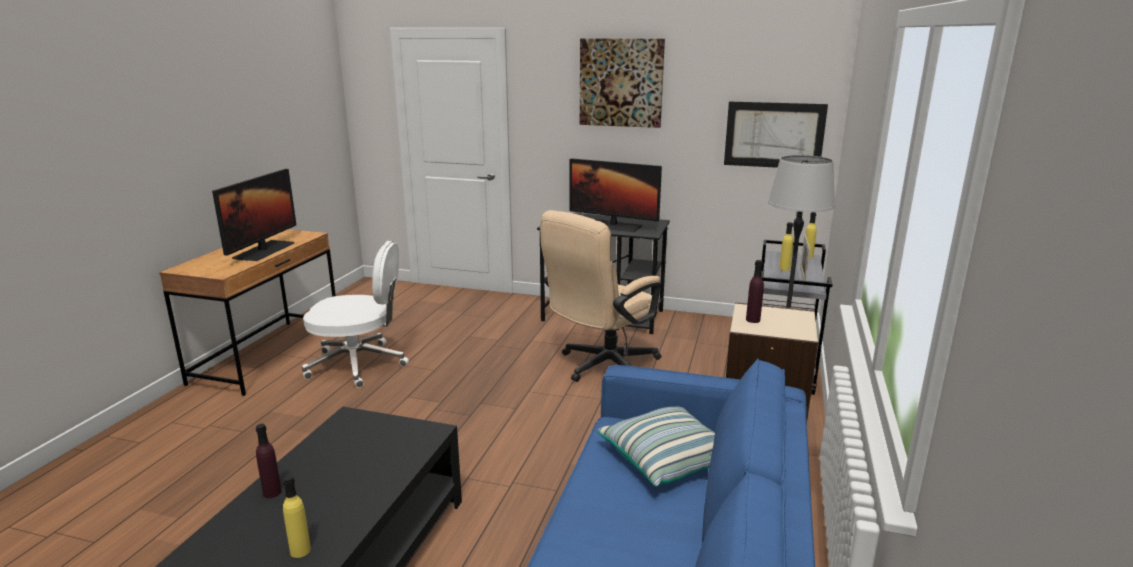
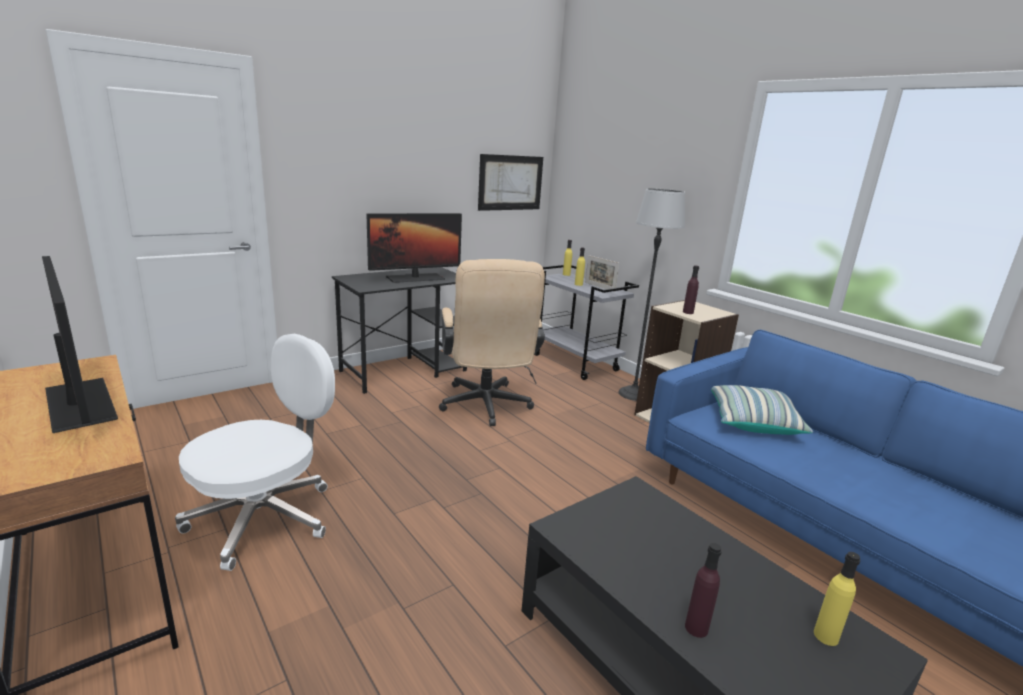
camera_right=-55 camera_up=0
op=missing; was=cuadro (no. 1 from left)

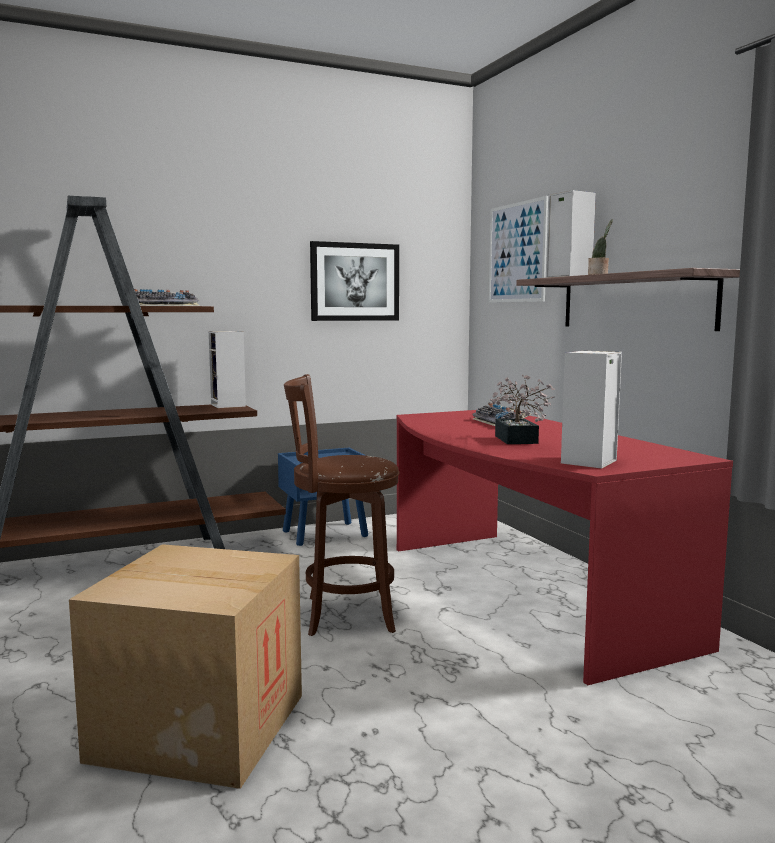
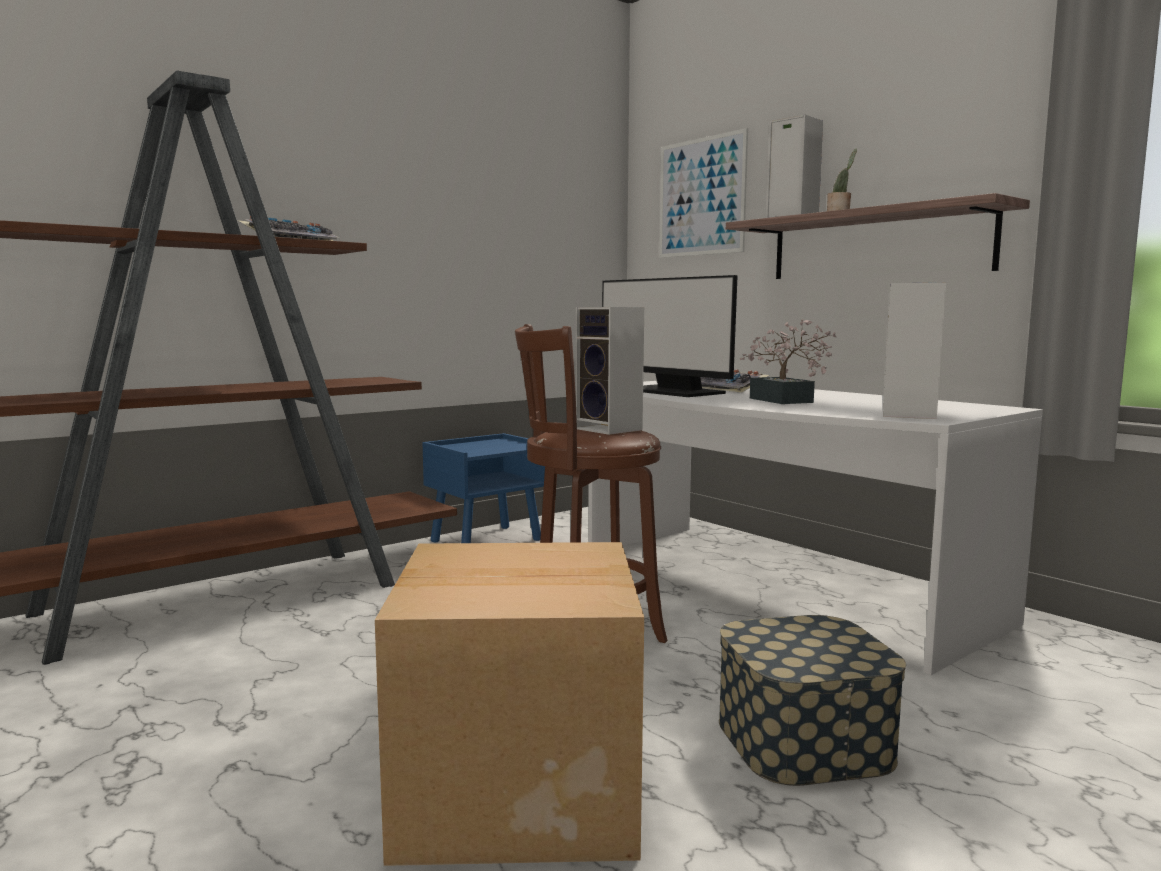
camera_right=-15 camera_up=0
op=relocated; was=altavoz (no. 1 from left)
op=missing; was=cuadro (no. 1 from left)
op=colour; was=escritorio [rojo]; now=escritorio [blanco]
op=appeared; now=monitor
op=appeared; now=caja de almacenaje

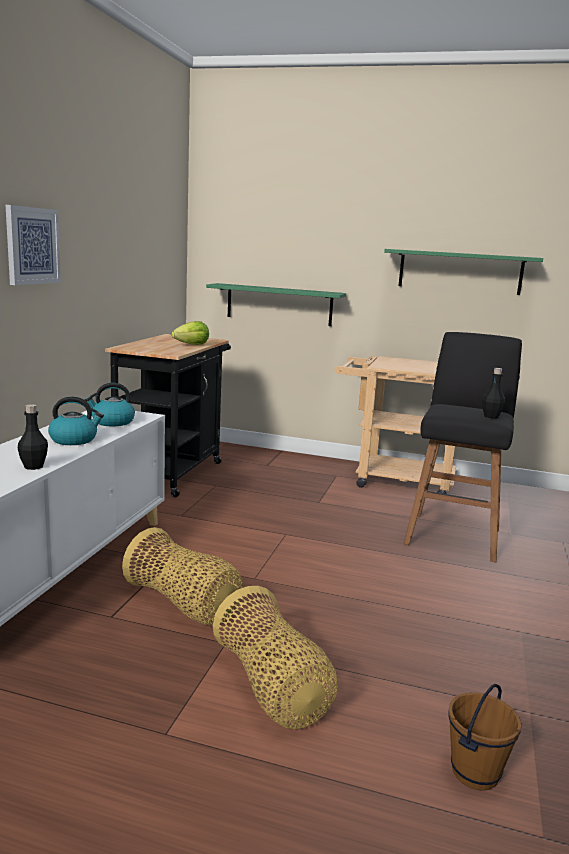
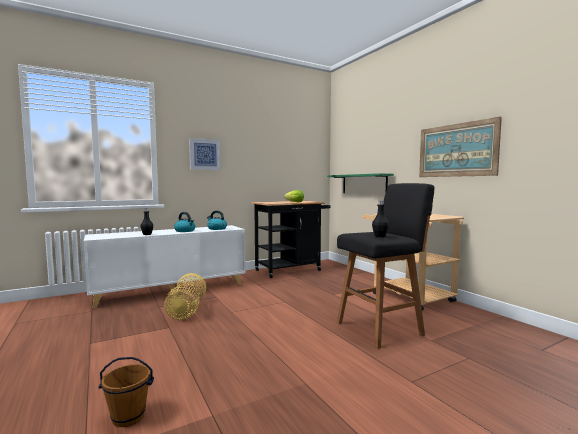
camera_right=45 camera_up=-10
op=missing; was=cesta (no. 2 from left)
op=exchanged; was=estante [verde] (no. 2 from left); now=cuadro (no. 2 from left)

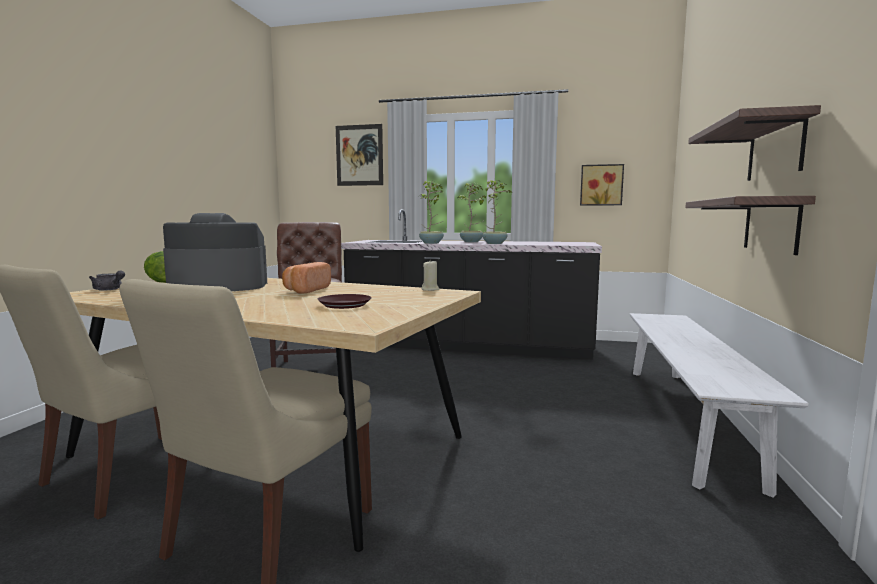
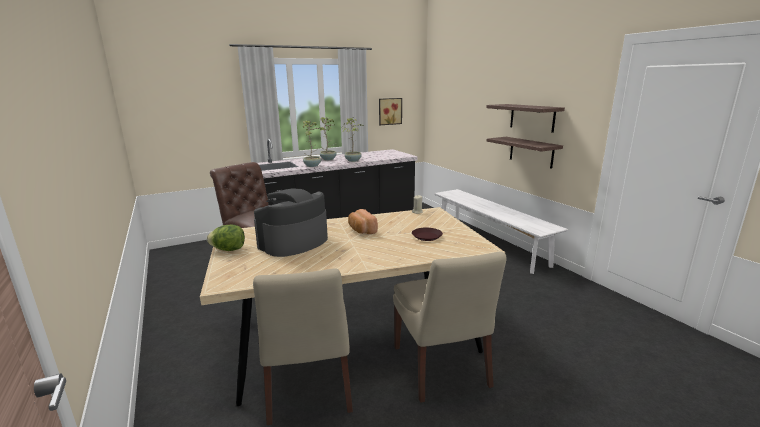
camera_right=-40 camera_up=10
op=missing; was=tetera [gris]
op=missing; was=cuadro (no. 1 from left)

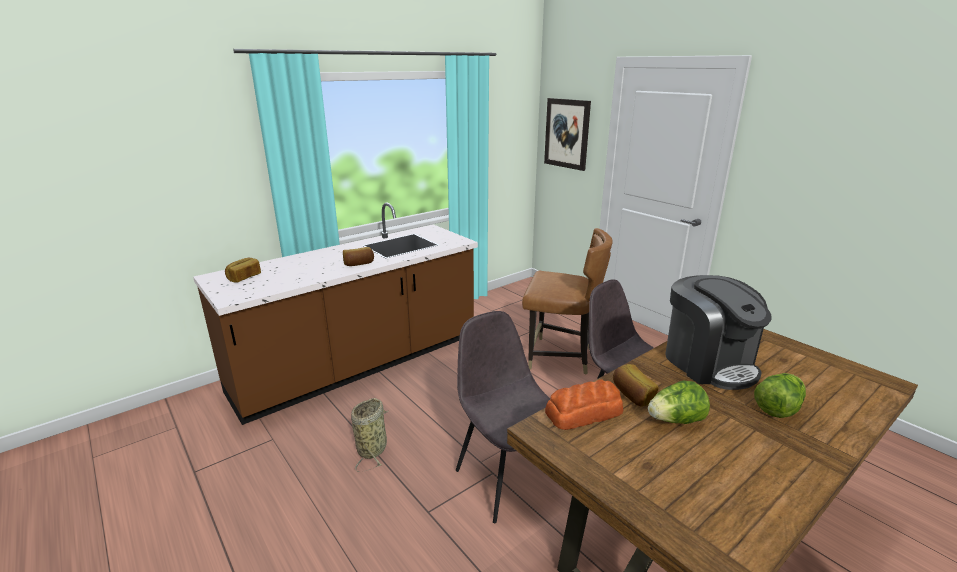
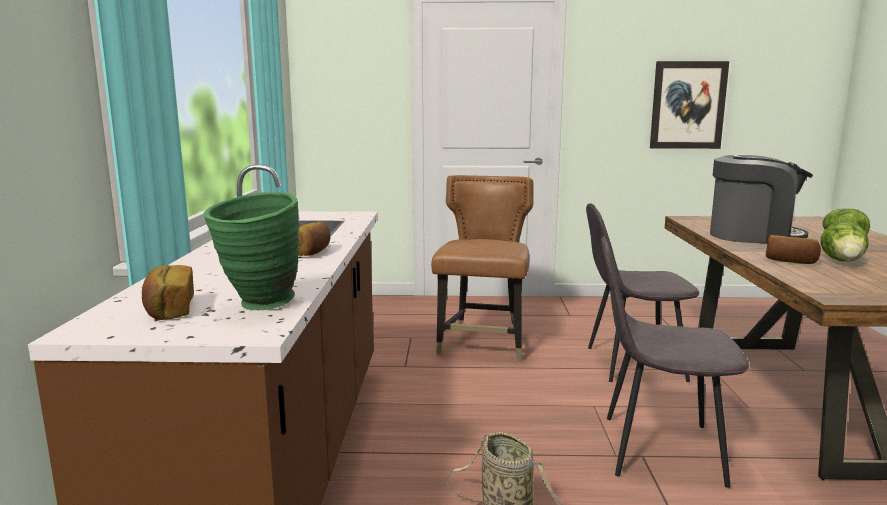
camera_right=-50 camera_up=-10
op=spun; was=silla [marrón]; clockwise=-45
op=relocated; was=cuadro
op=missing; was=pan (no. 3 from left)
op=appeared; now=florero [verde]

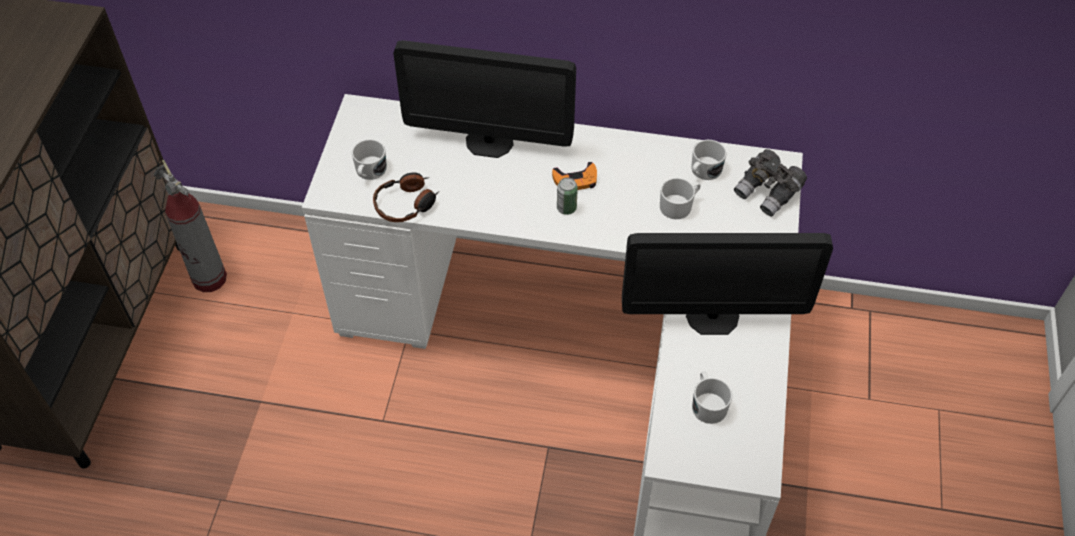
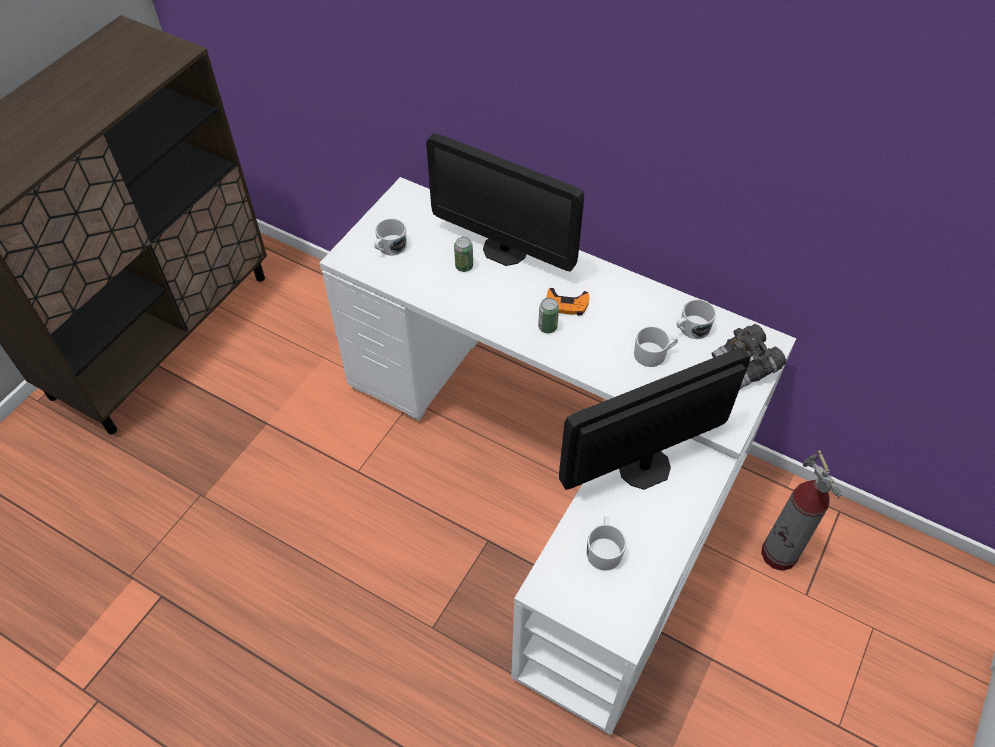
camera_right=20 camera_up=0
op=relocated; was=extintor
op=missing; was=auriculares
op=spun; was=monitor (no. 2 from left); clockwise=135
op=appeared; now=lata (no. 1 from left)

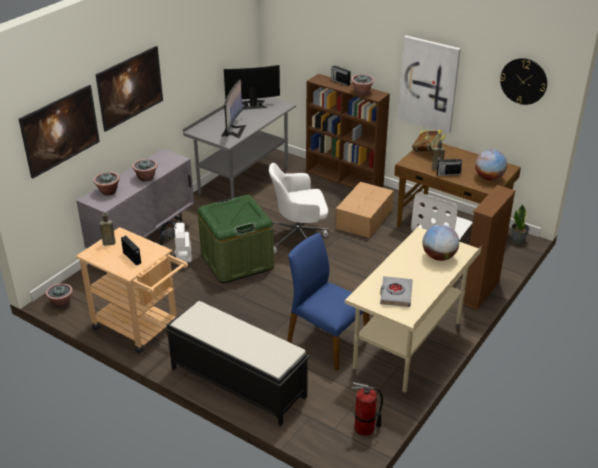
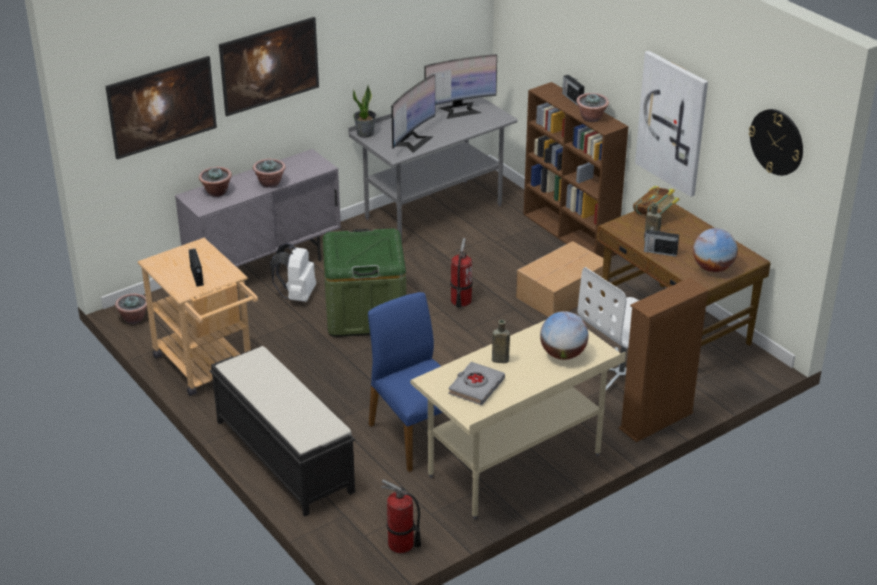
camera_right=20 camera_up=0
op=relocated; was=botella [marrón] (no. 1 from left)
op=spun; was=monitor (no. 2 from left); clockwise=150
op=exchanged; was=silla de oficina [blanco] (no. 1 from left); now=extintor (no. 2 from left)
op=relocated; was=planta en maceta (no. 5 from left in the first image); now=planta en maceta (no. 4 from left)

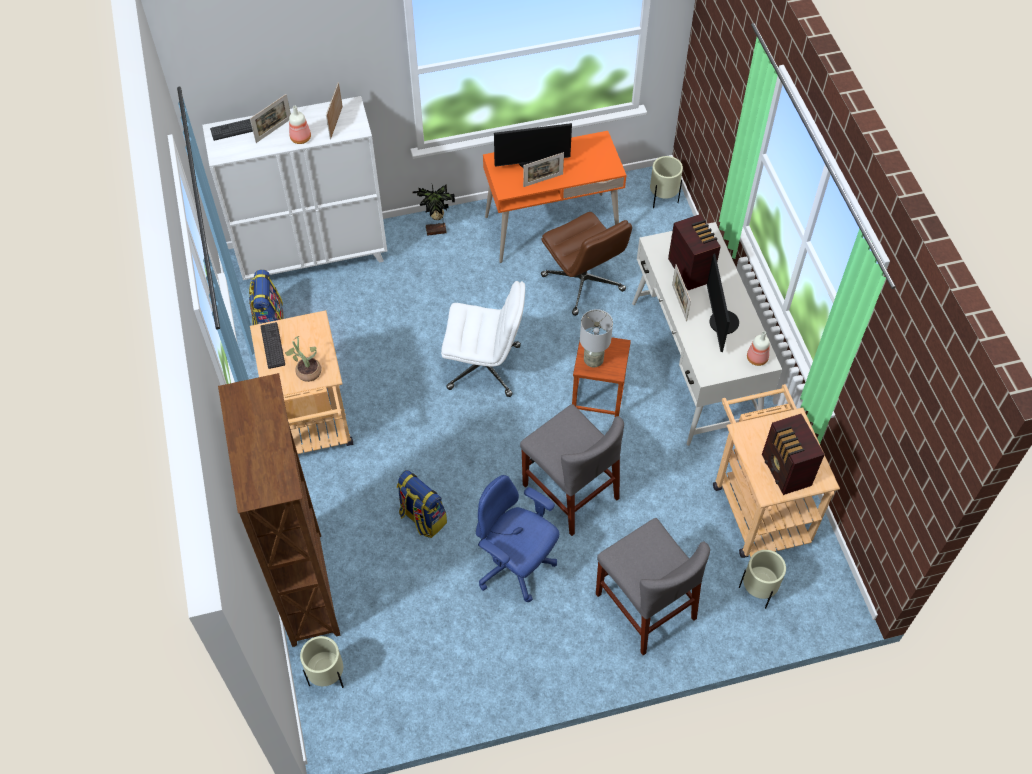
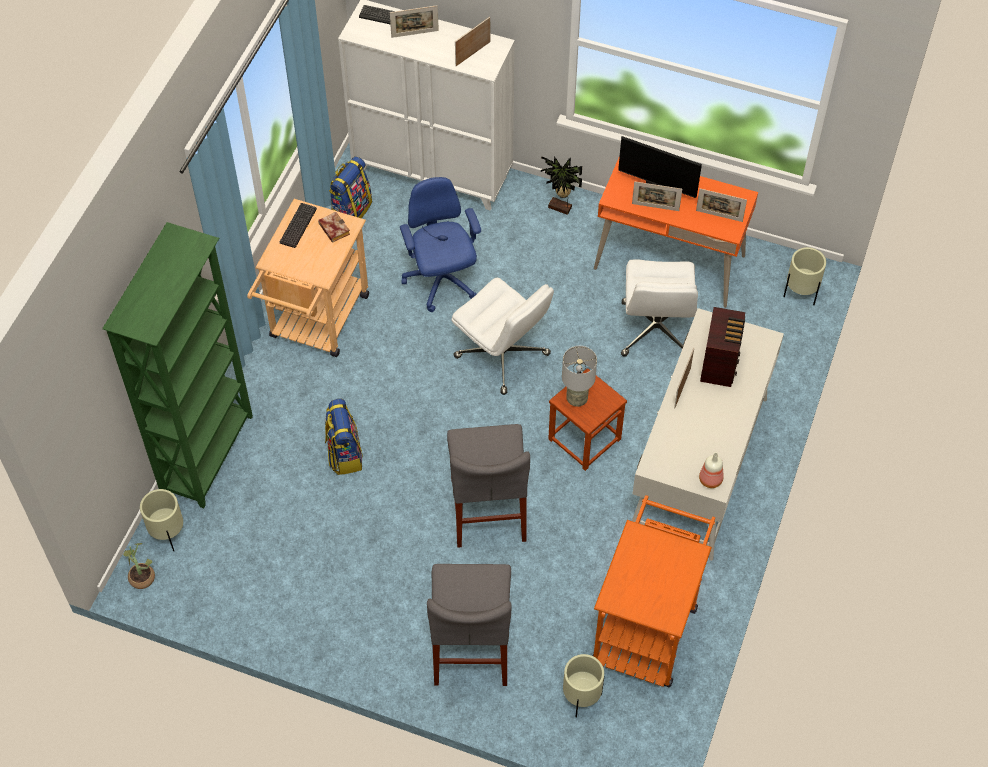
camera_right=35 camera_up=0
op=colour; was=estantería [marrón]; now=estantería [verde]
op=relocated; was=planta en maceta (no. 1 from left)
op=missing; was=botella (no. 1 from left)
op=relocated; was=silla de oficina [azul]
op=colour; was=silla de oficina [marrón]; now=silla de oficina [blanco] (no. 2 from left)
op=missing; was=monitor (no. 2 from left)
op=colour; was=carrito [beis] (no. 2 from left); now=carrito [naranja]
op=missing; was=radio (no. 2 from left)
op=appeared; now=libro
op=appeared; now=portarretratos (no. 5 from left)

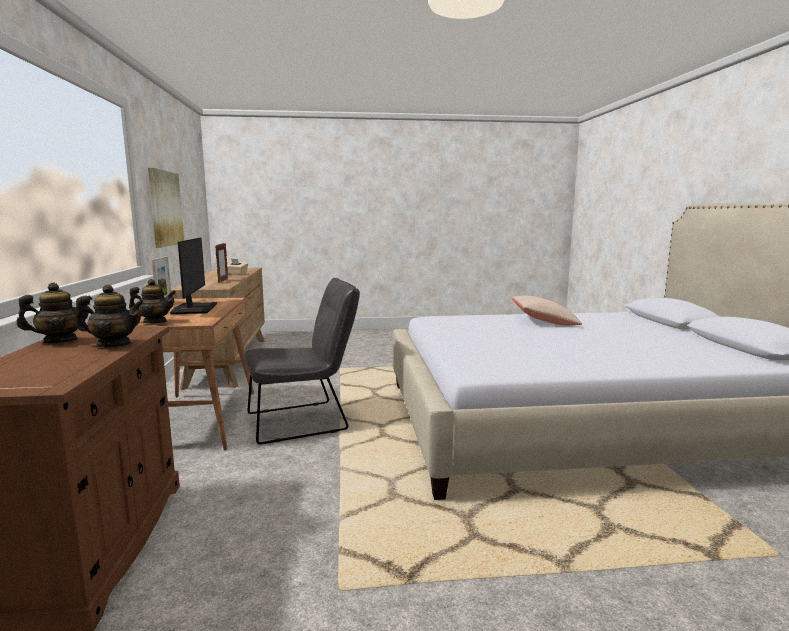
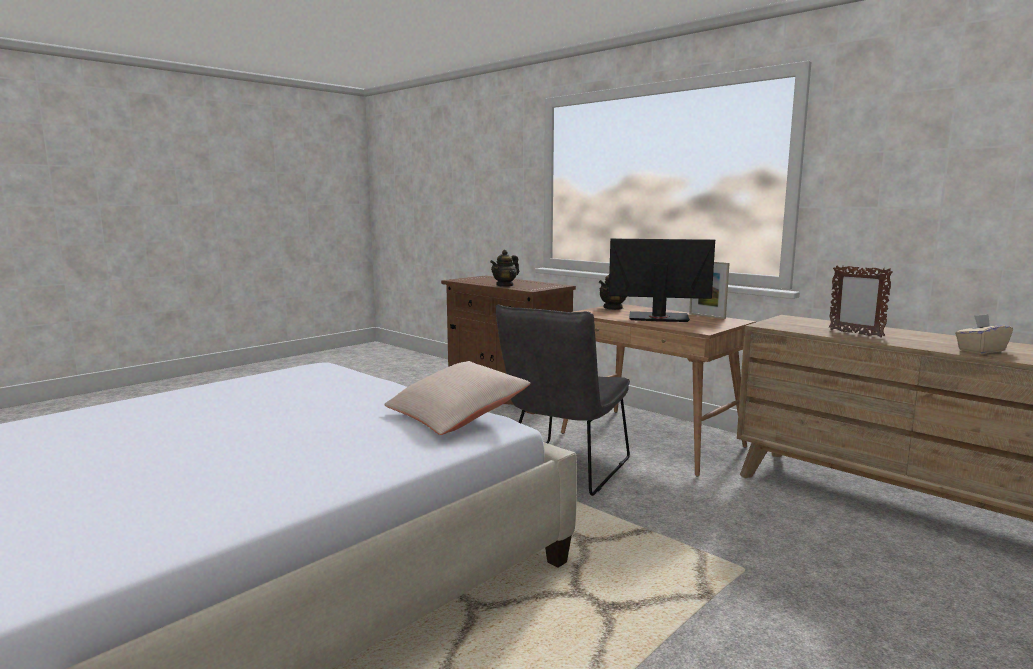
camera_right=140 camera_up=0
op=missing; was=tetera (no. 1 from left)
op=missing; was=cuadro
op=spun; was=monitor; clockwise=150
op=relocated; was=cojín [beis]

